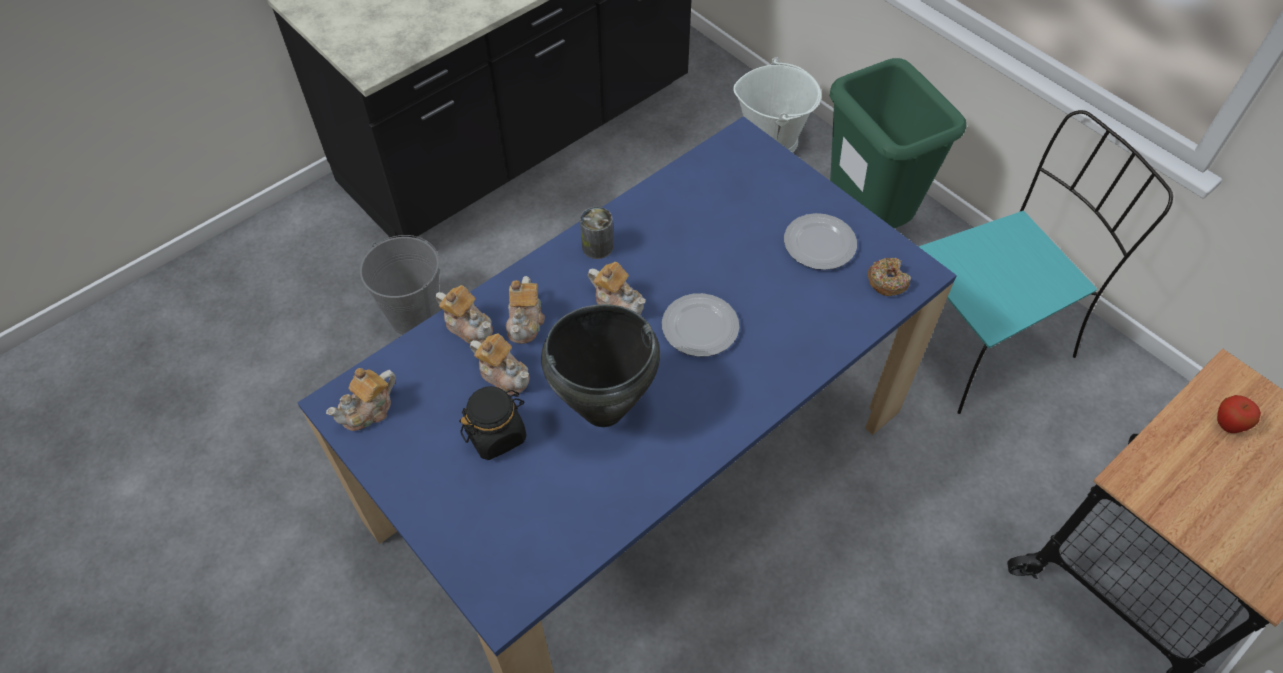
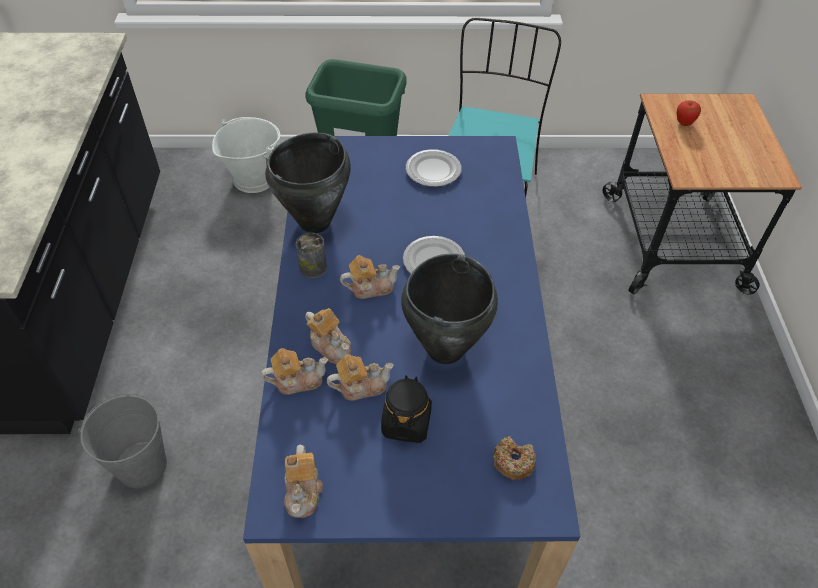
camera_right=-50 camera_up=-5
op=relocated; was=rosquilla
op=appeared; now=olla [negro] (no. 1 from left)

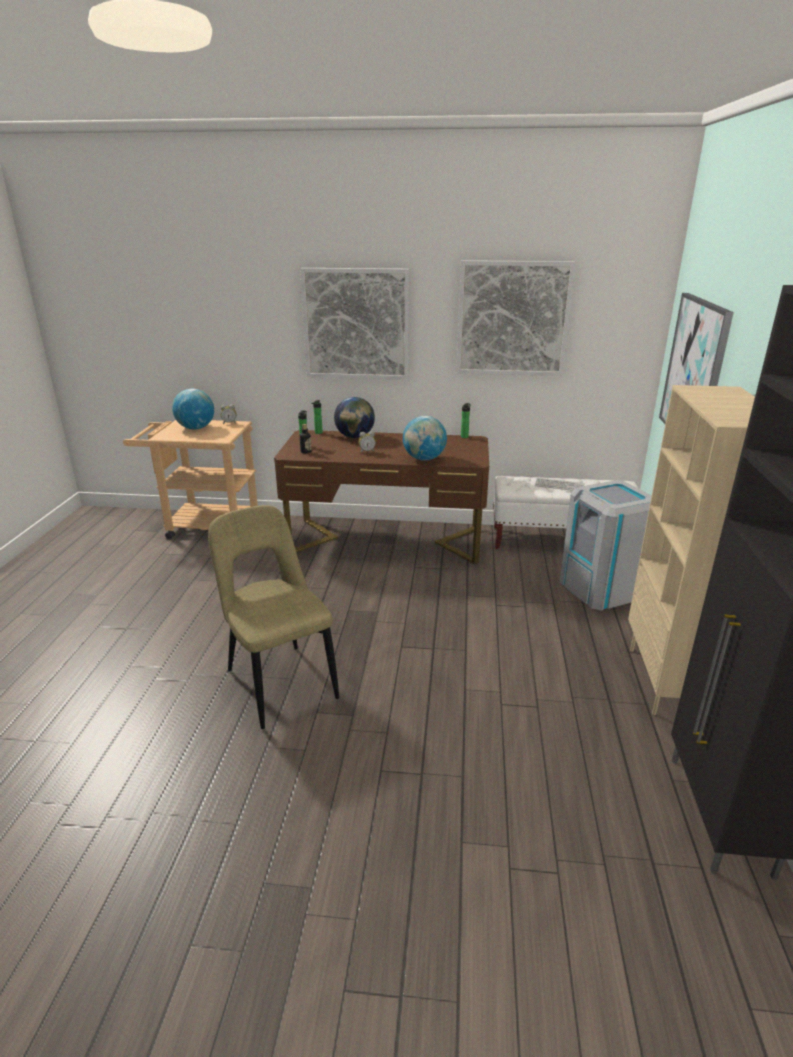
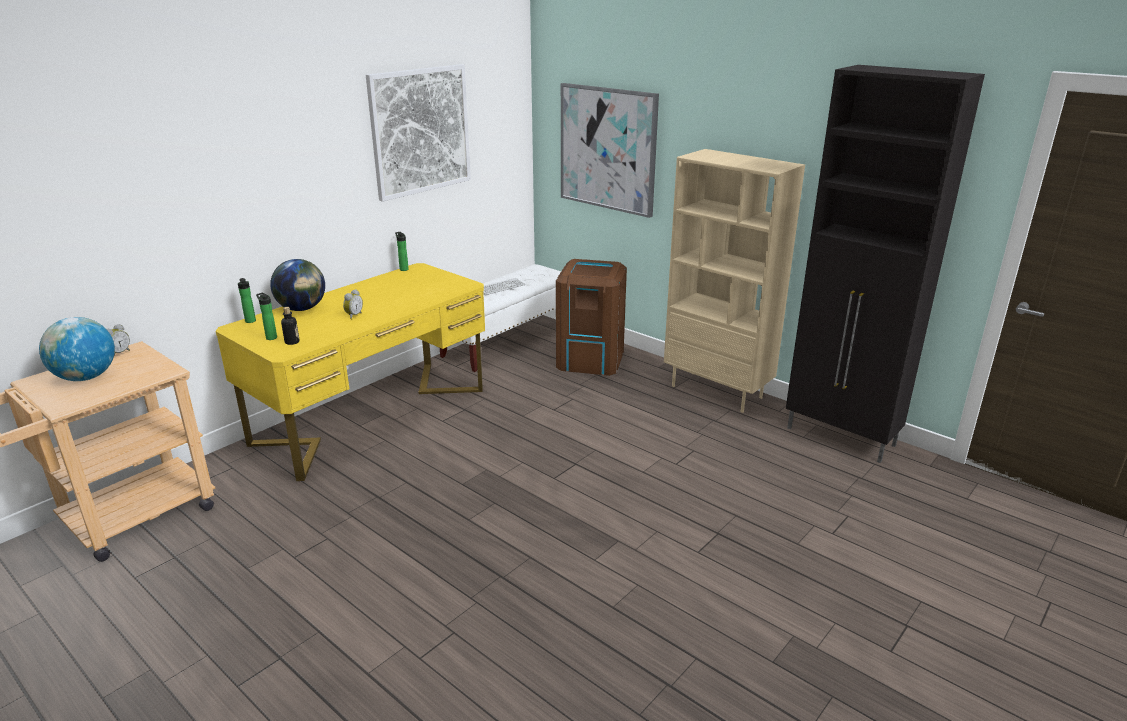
camera_right=-55 camera_up=0
op=missing; was=silla [beis]
op=colour; was=escritorio [marrón]; now=escritorio [amarillo]
op=missing; was=cuadro (no. 1 from left)
op=missing; was=globo terráqueo (no. 3 from left)
op=colour; was=papelera [gris]; now=papelera [marrón]

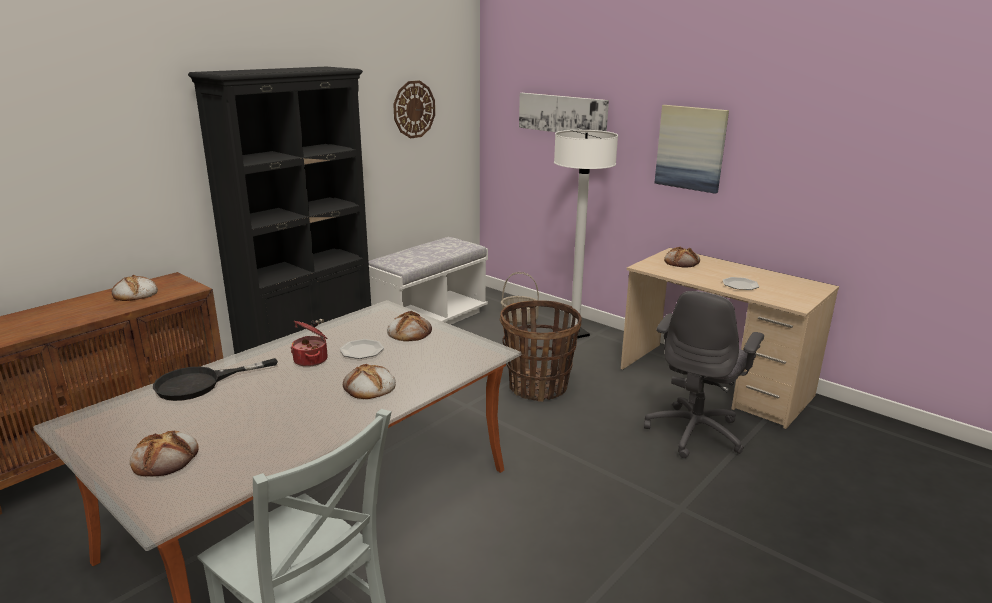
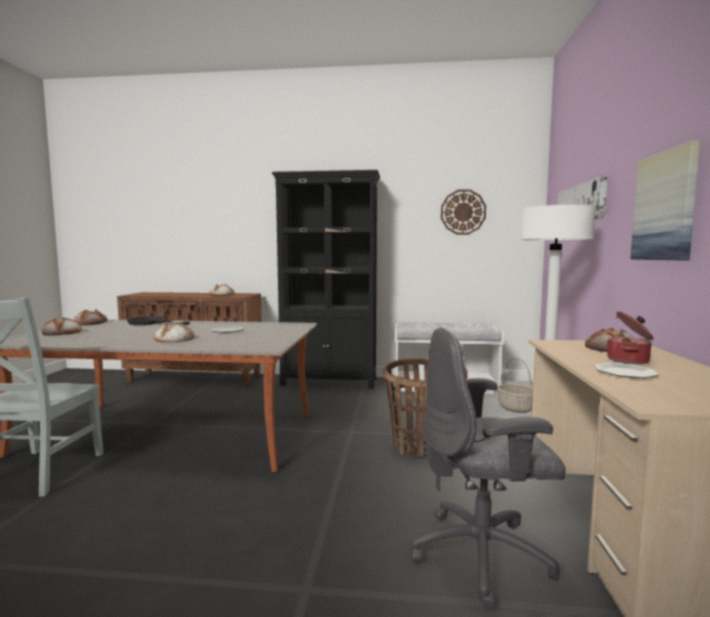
camera_right=55 camera_up=-15
op=relocated; was=olla
op=relocated; was=pan (no. 4 from left in the first image); now=pan (no. 2 from left)

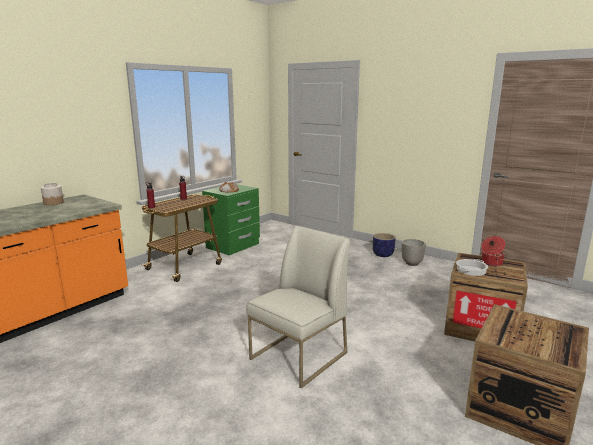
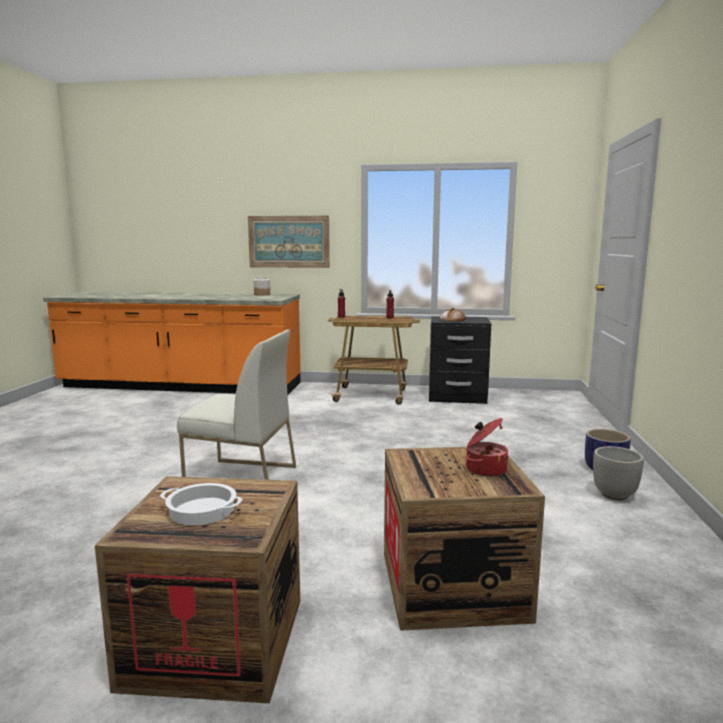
camera_right=60 camera_up=-5
op=colour; was=mesita de noche [verde]; now=mesita de noche [negro]
op=relocated; was=olla (no. 1 from left)
op=appeared; now=cuadro

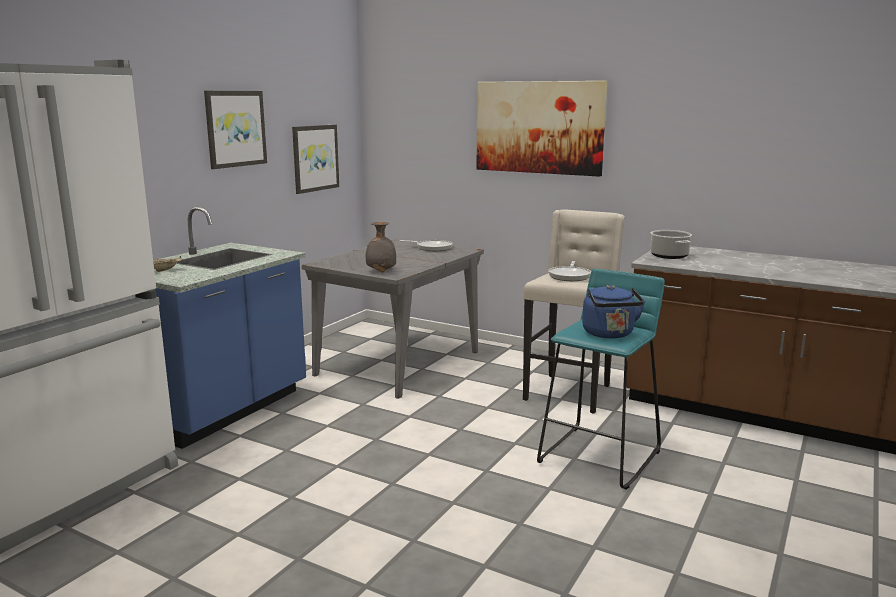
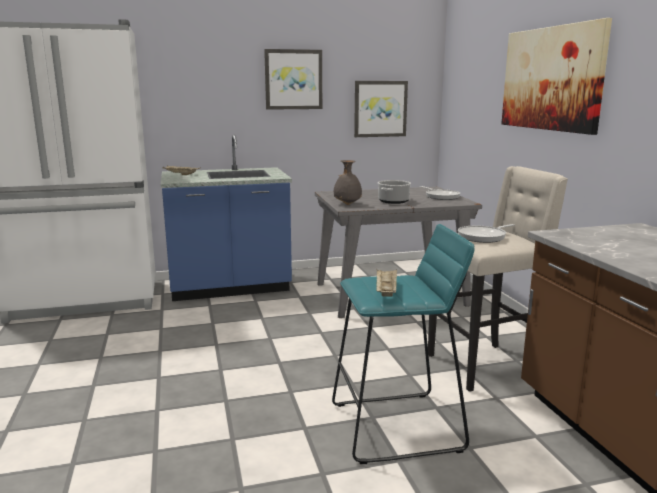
camera_right=45 camera_up=0
op=exchanged; was=hervidor [azul]; now=bandeja [beis] (no. 2 from left)
op=relocated; was=olla

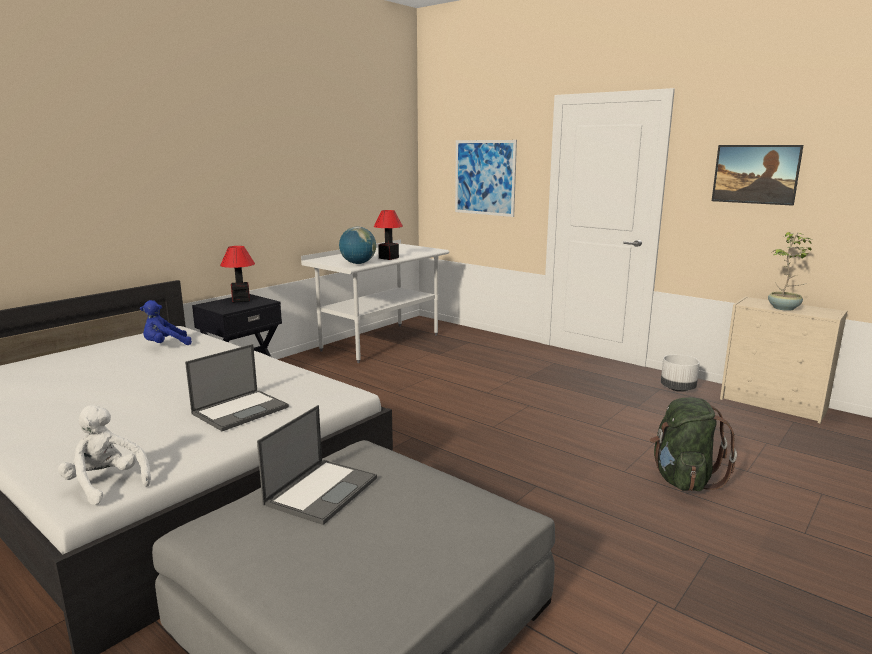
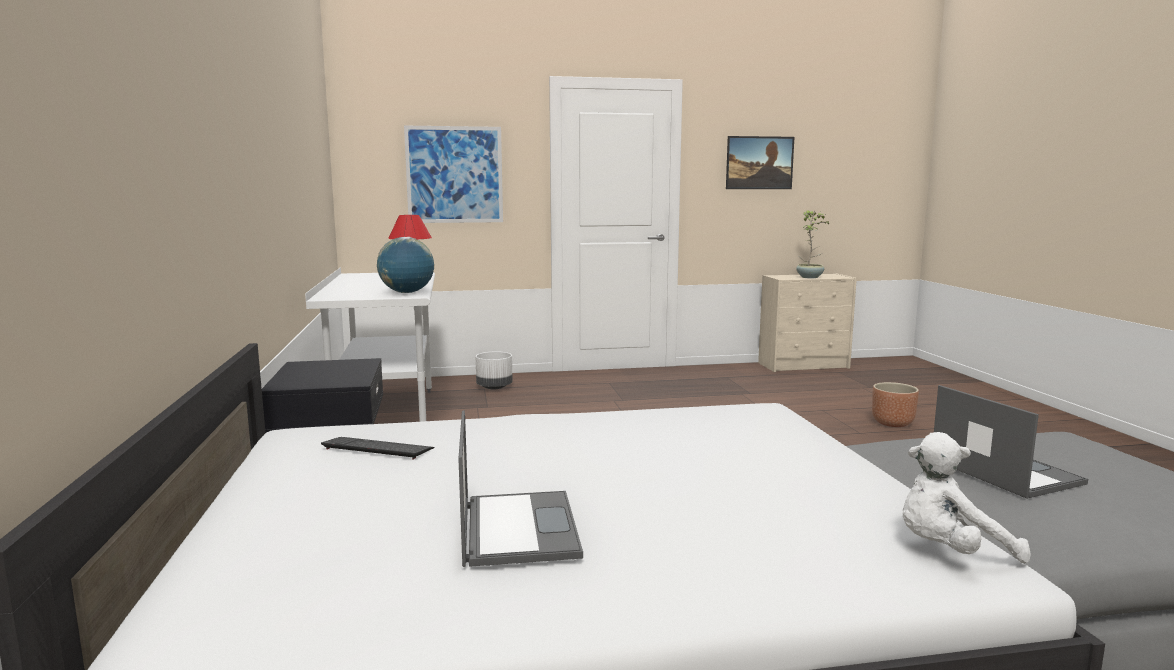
camera_right=-50 camera_up=-5
op=exchanged; was=peluche [azul]; now=teclado
op=relocated; was=portátil (no. 1 from left)
op=missing; was=lámpara de mesa (no. 1 from left)
op=exchanged; was=mochila [verde]; now=maceta [marrón]
op=relocated; was=maceta [blanco]

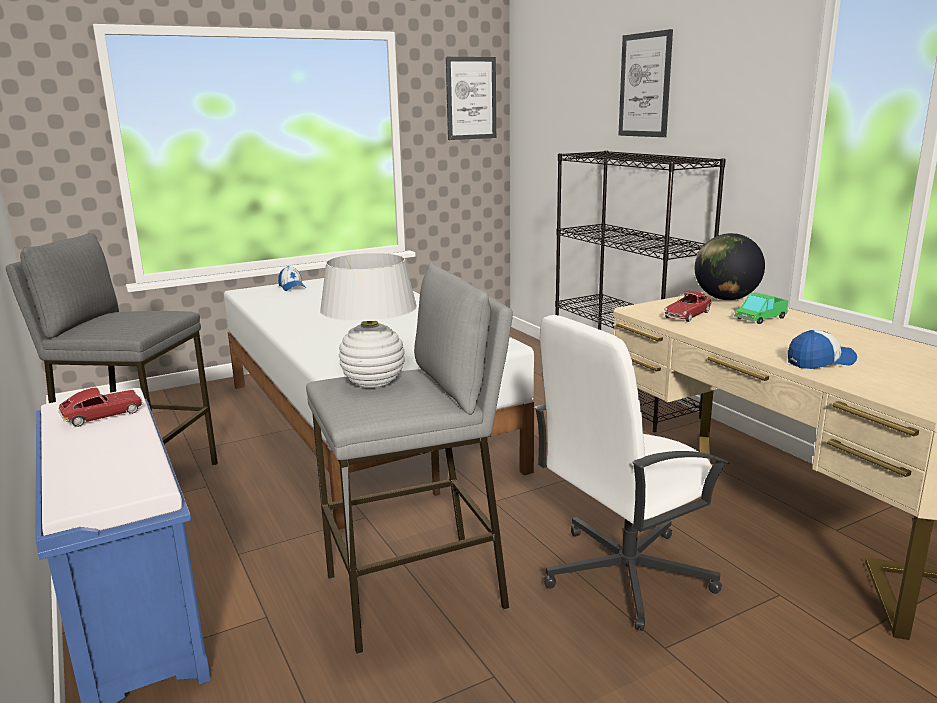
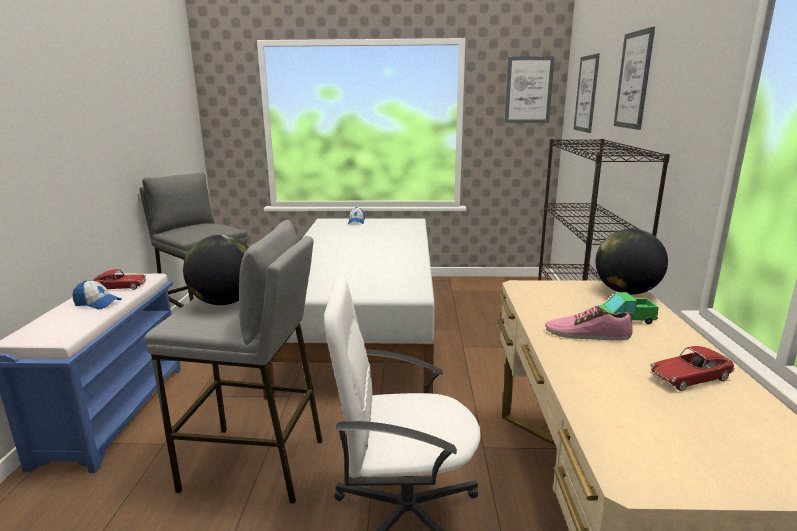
camera_right=30 camera_up=0
op=exchanged; was=lámpara de mesa [blanco]; now=globo terráqueo (no. 1 from left)
op=relocated; was=coche de juguete (no. 2 from left)
op=relocated; was=gorra (no. 2 from left in the first image); now=gorra (no. 1 from left)
op=appeared; now=zapato
op=appeared; now=cuadro (no. 2 from left)

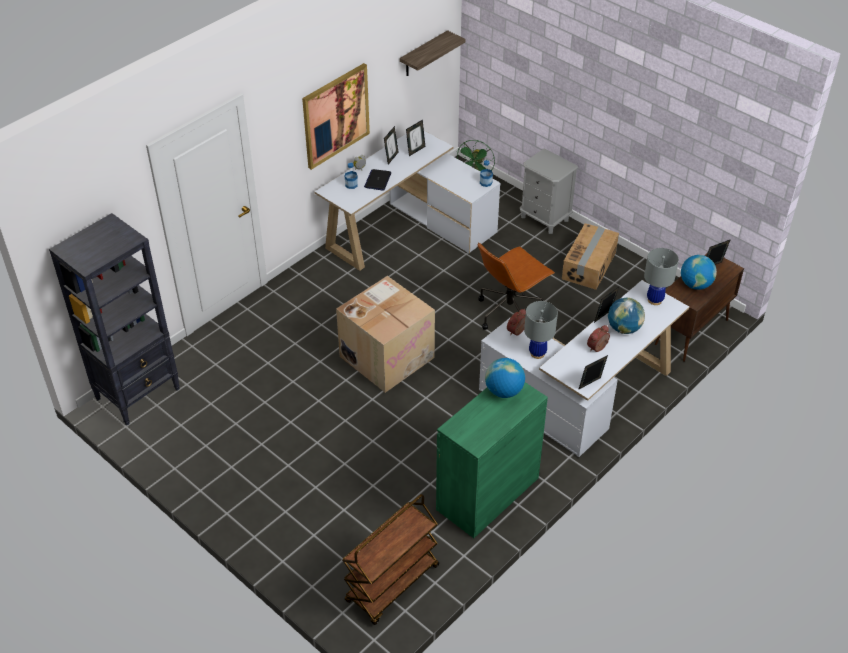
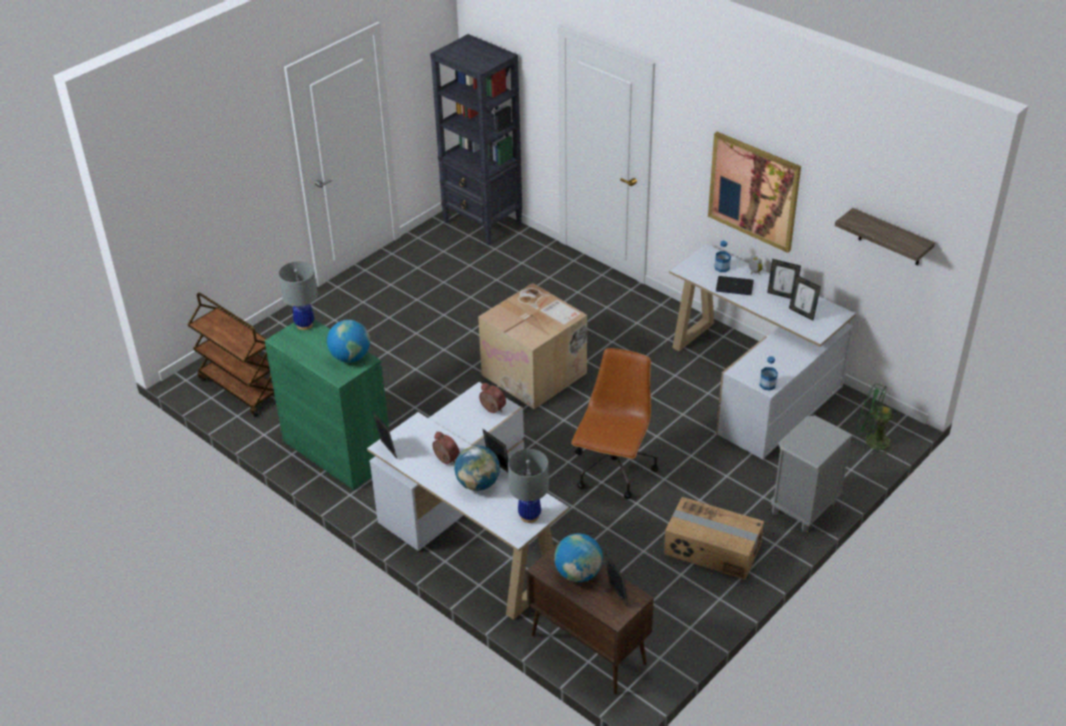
camera_right=90 camera_up=-5
op=spun; was=silla de oficina [marrón]; clockwise=60
op=relocated; was=lámpara de mesa [gris] (no. 1 from left)

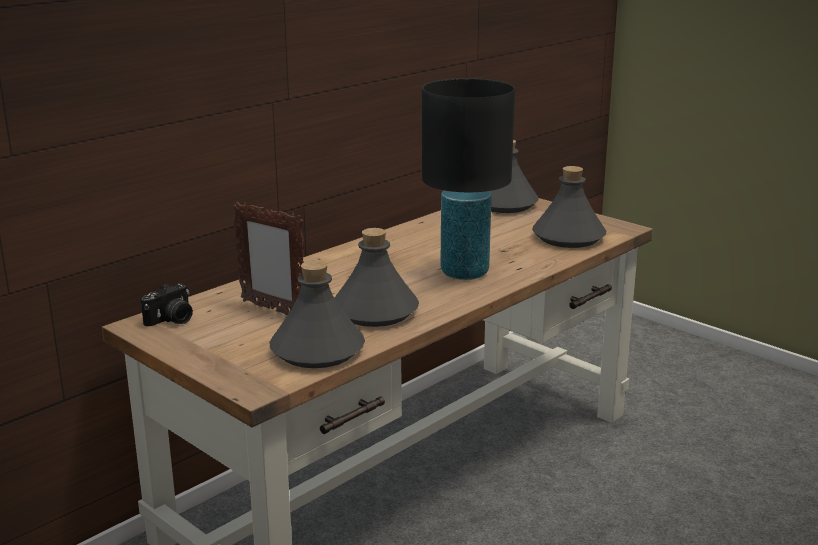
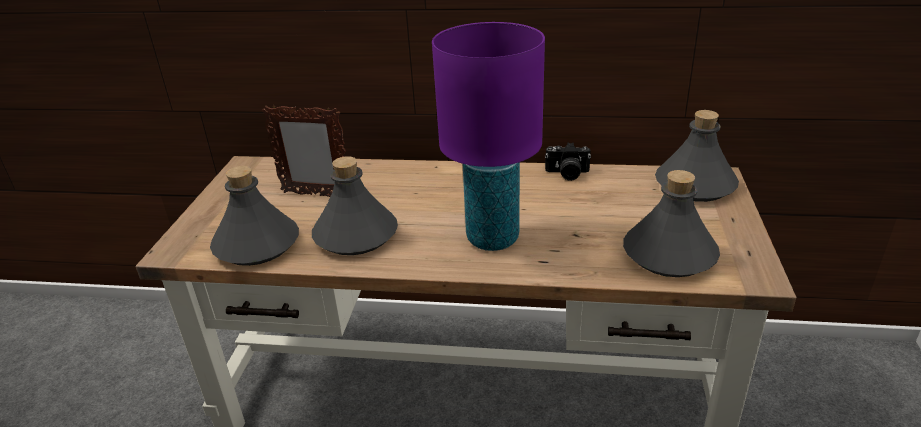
camera_right=55 camera_up=10
op=relocated; was=cámara
op=spun; was=portarretratos; clockwise=-75
op=colour; was=lámpara de mesa [negro]; now=lámpara de mesa [morado]

